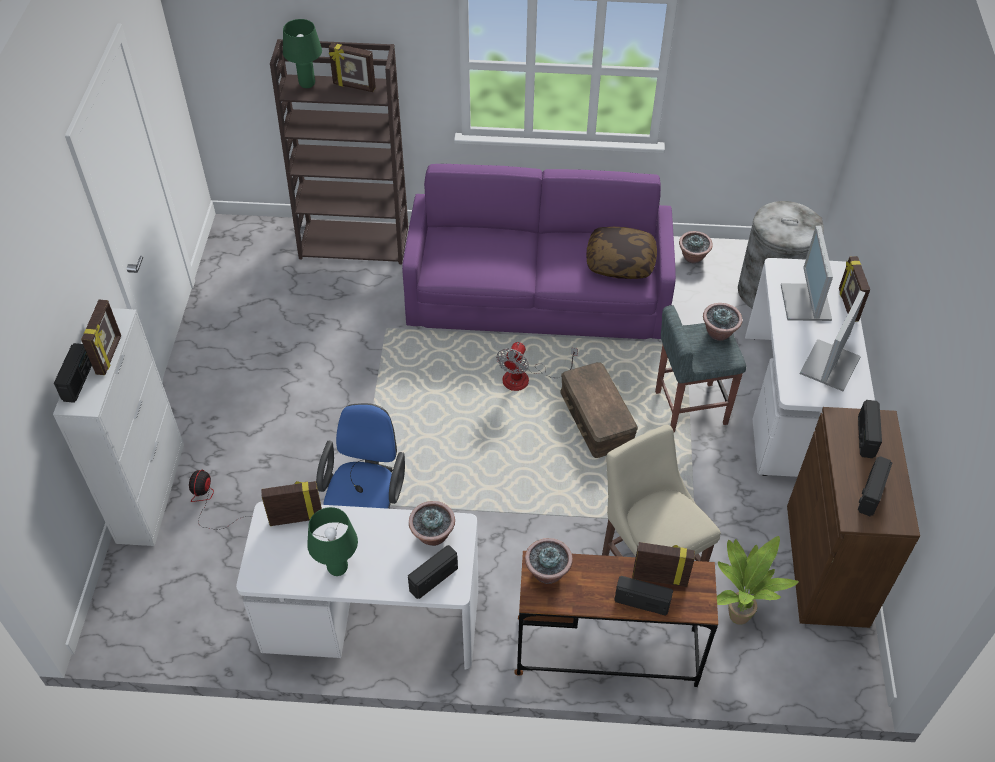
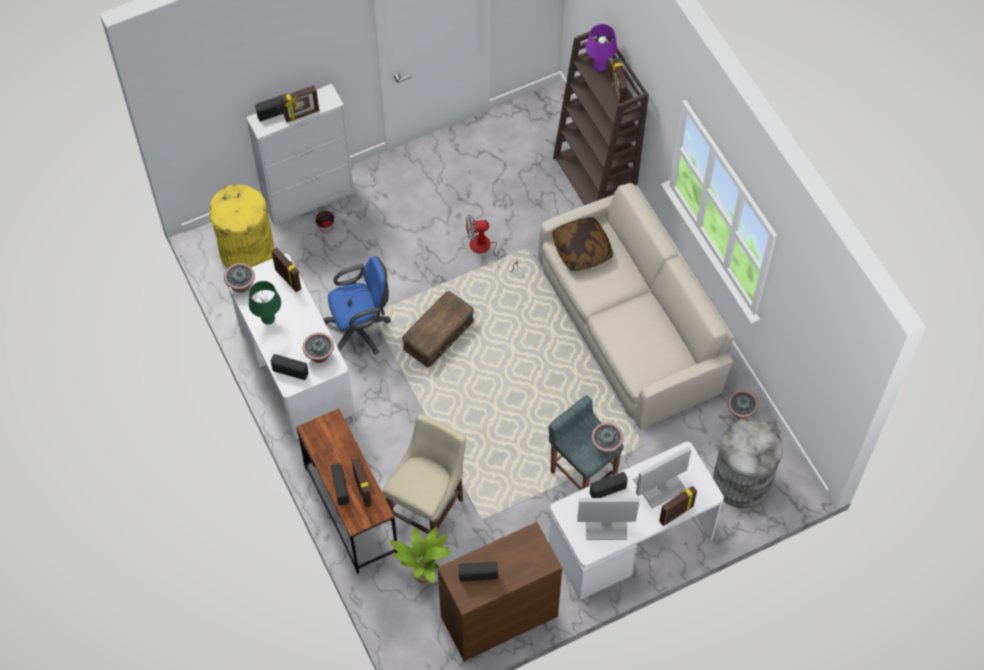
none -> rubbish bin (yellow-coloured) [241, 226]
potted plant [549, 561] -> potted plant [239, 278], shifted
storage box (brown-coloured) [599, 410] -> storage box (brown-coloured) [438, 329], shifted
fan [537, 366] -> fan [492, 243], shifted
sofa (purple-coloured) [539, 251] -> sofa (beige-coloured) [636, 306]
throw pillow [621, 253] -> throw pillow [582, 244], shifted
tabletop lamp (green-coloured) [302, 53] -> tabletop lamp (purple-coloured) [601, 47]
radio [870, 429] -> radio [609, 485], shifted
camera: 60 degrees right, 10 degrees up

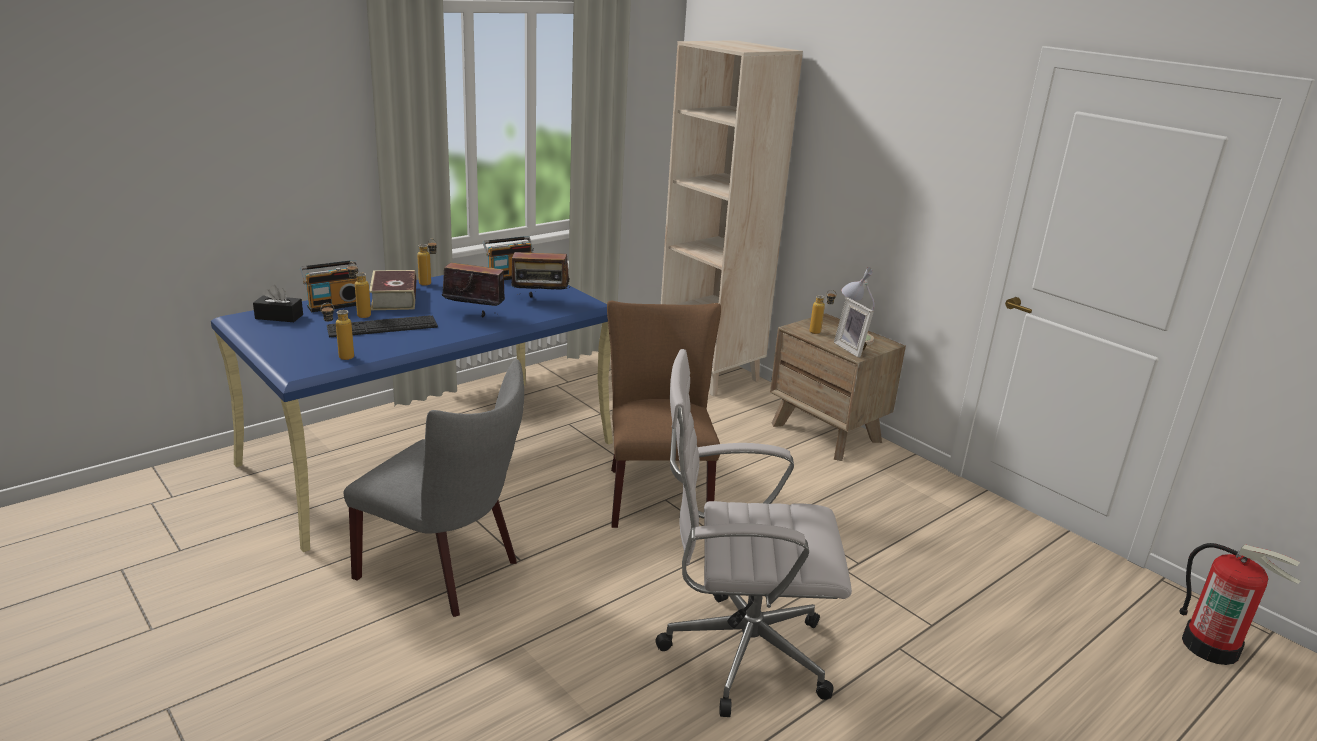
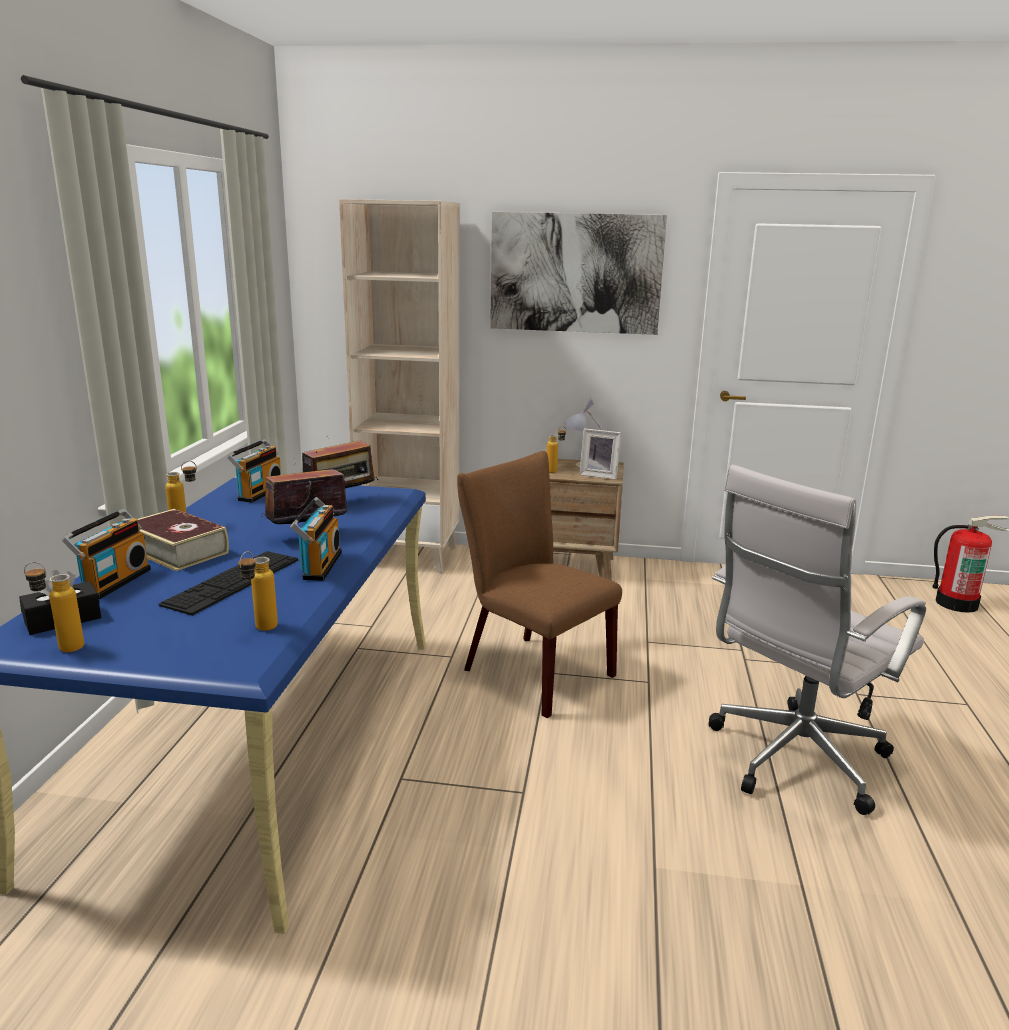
drink bottle [359, 290] -> drink bottle [54, 607], shifted
none -> radio [316, 539]
none -> wall art [578, 273]
plain chair (gray) [434, 488] -> none
camera: 40 degrees left, 5 degrees down

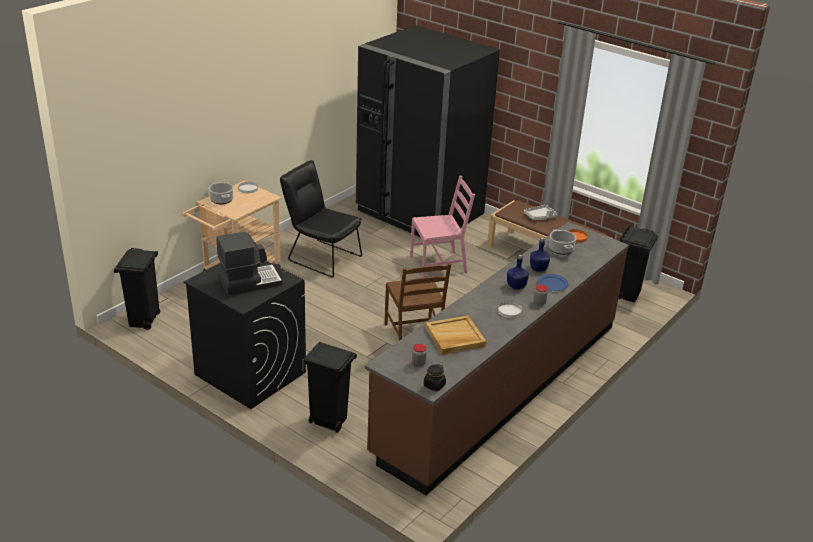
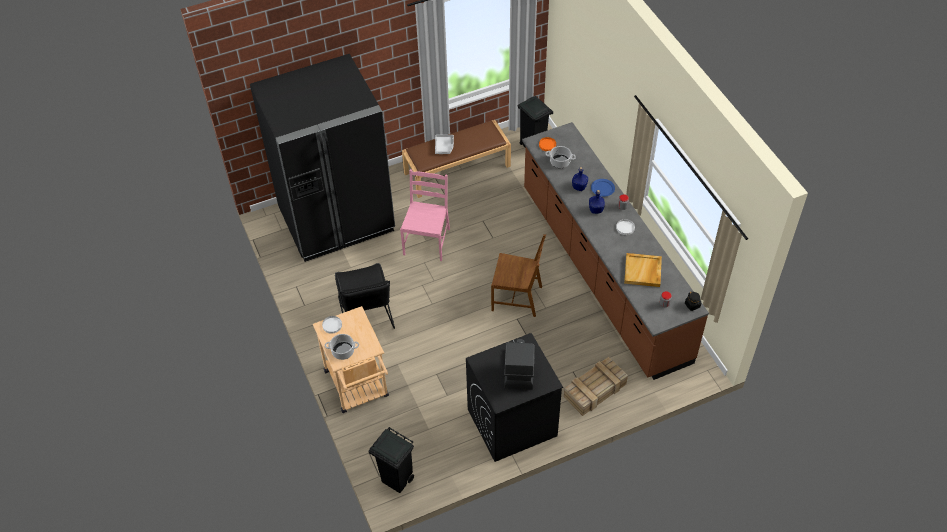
plain chair (blackish) [321, 219] -> plain chair (blackish) [365, 296], 75 degrees counterclockwise
rubbish bin (blackish) [330, 387] -> shipping crate [596, 386]
camera: 60 degrees left, 20 degrees up

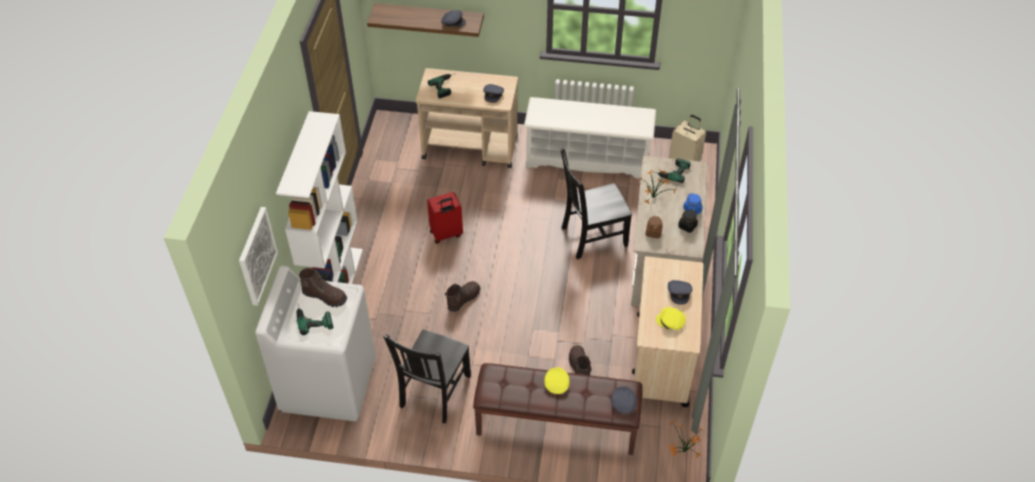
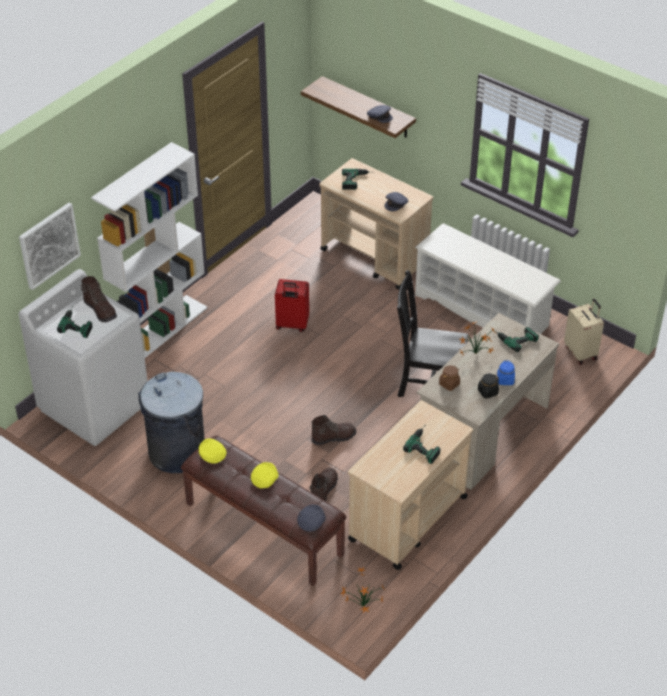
plain chair (blackish) [427, 376] -> rubbish bin (gray) [171, 422]
cap (yellow-coloured) [671, 318] -> cap (yellow-coloured) [213, 451], shifted
boot (brown-coloured) [463, 296] -> boot (brown-coloured) [334, 430], shifted
cap (gray) [680, 292] -> drill [421, 445]
camera: 30 degrees right, 5 degrees down

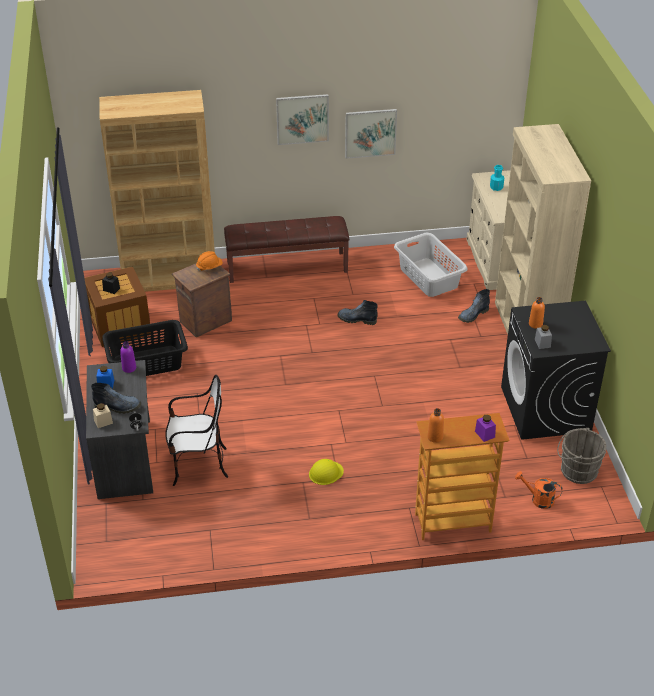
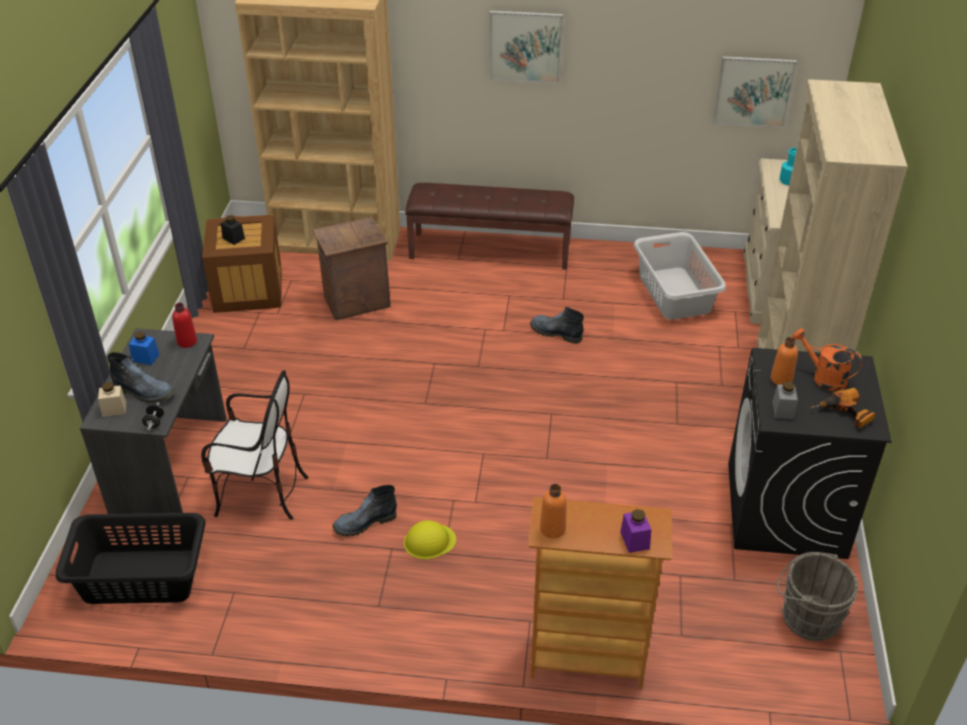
washing basket (blackish) [145, 348] -> washing basket (blackish) [131, 558], shifted
drink bottle (purple-coloured) [128, 357] -> drink bottle (red-coloured) [184, 325]
boot [474, 306] -> boot [364, 510], shifted
wall art [371, 134] -> wall art [755, 92], shifted
sprinkling can (orange) [539, 490] -> sprinkling can (orange) [827, 359], shifted
none -> drill [843, 408]
safety helmet (orange) [209, 261] -> none
camera: 15 degrees right, 0 degrees up

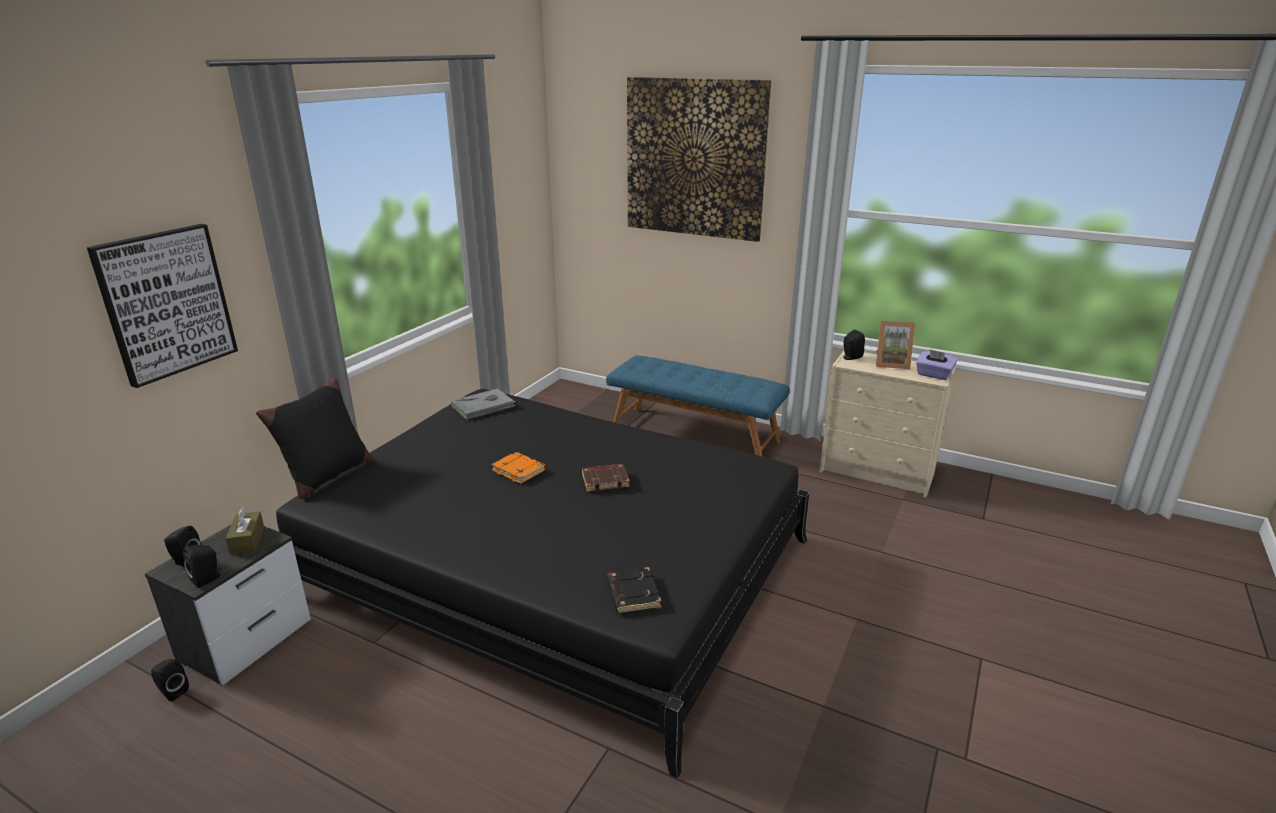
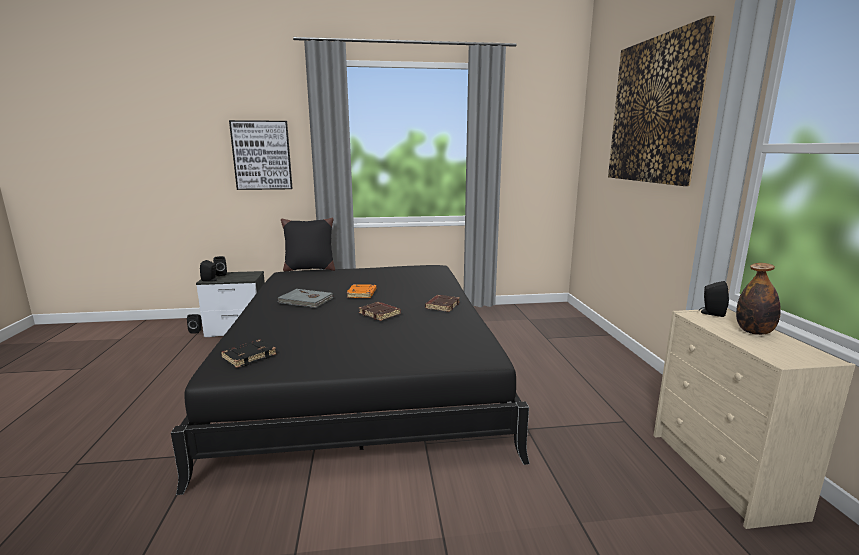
book (gray) [483, 404] -> book (gray) [305, 298], shifted
none -> book (brown-coloured) [442, 303]
photo frame [895, 345] -> drink bottle [758, 299]
tissue holder (brown-coloured) [244, 531] -> none
long seat (bluish) [698, 405] -> none
tissue holder (purple-coloured) [937, 364] -> none
camera: 55 degrees right, 10 degrees down

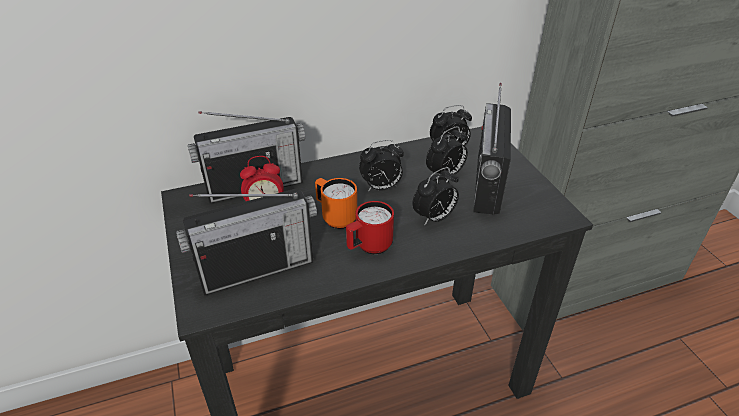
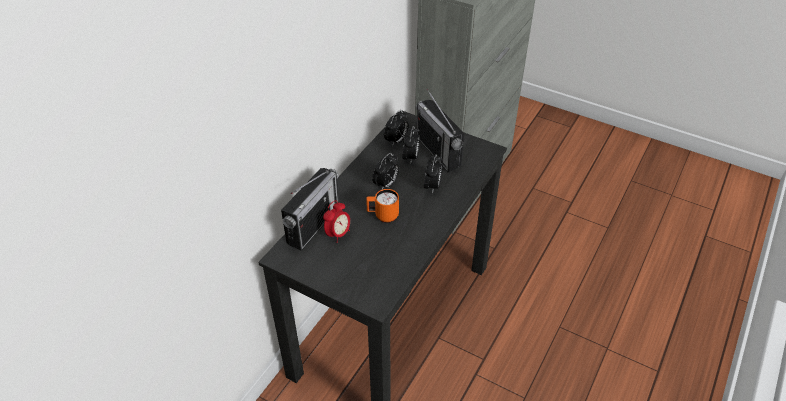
radio [246, 242] -> none
tea mug (red-coloured) [370, 227] -> none
camera: 40 degrees left, 5 degrees up

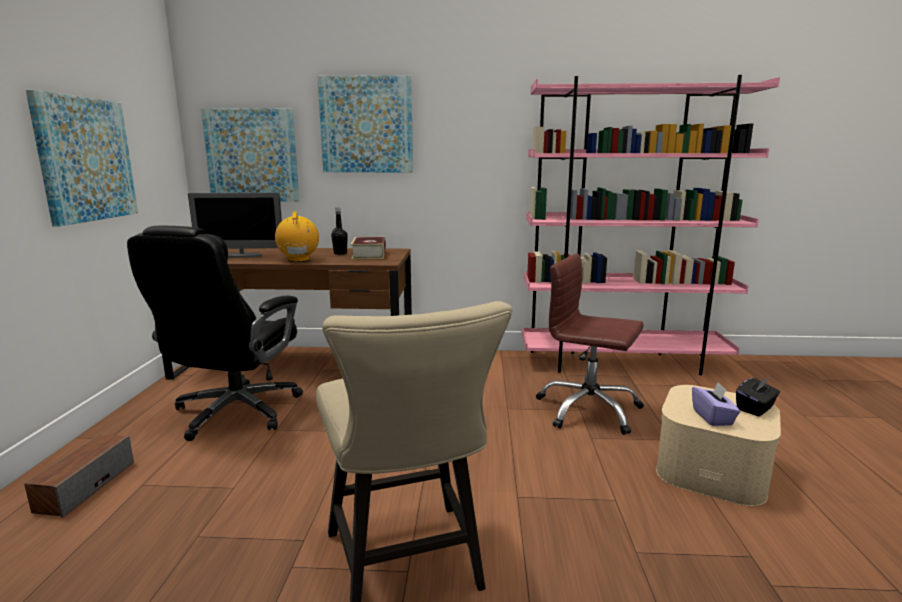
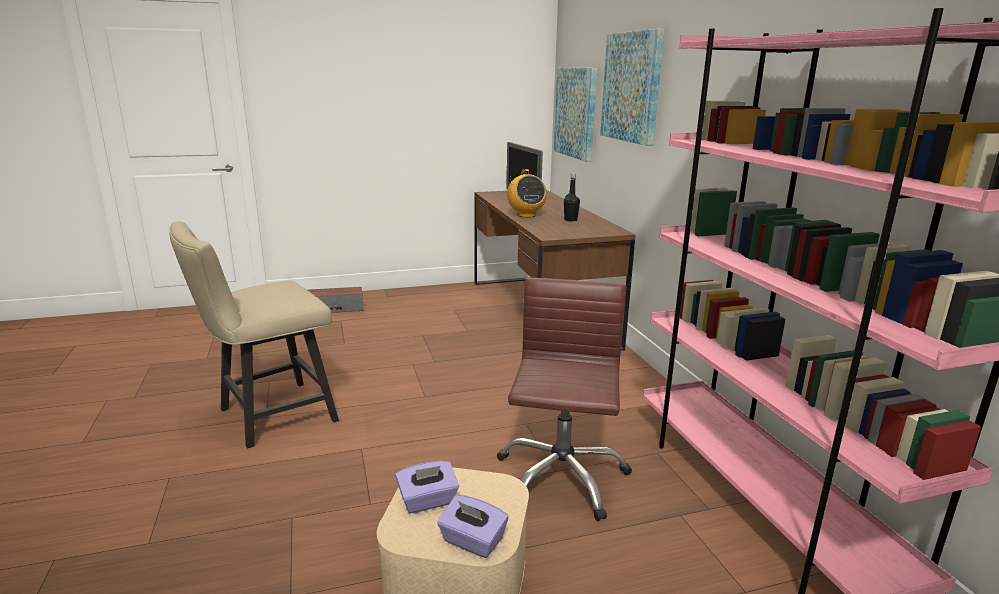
tissue holder (blackish) [758, 396] -> tissue holder (purple-coloured) [472, 526]
radio [297, 236] -> radio [527, 193], 105 degrees clockwise
wall art [82, 158] -> none
computer chair (blackish) [215, 333] -> none
book [368, 248] -> none
camera: 70 degrees right, 5 degrees up

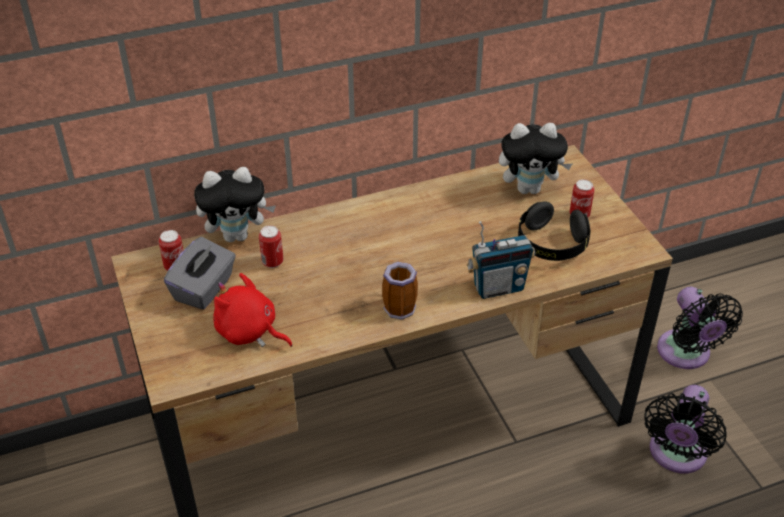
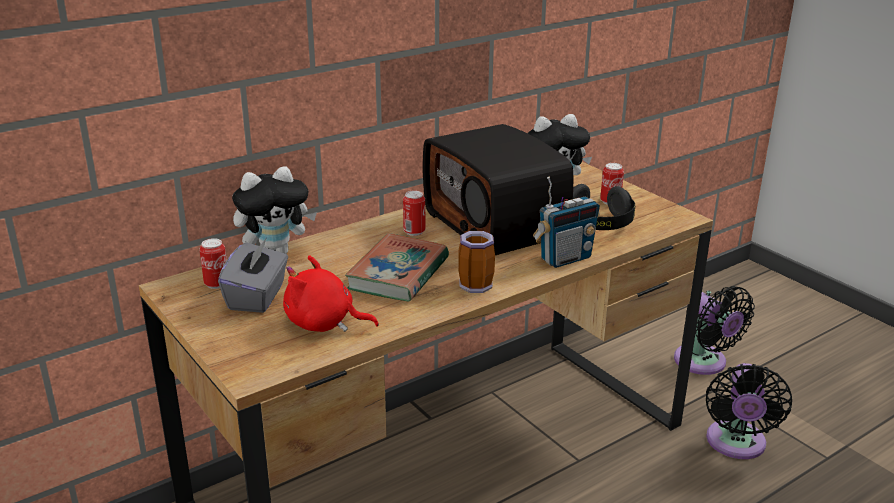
none -> book [397, 267]
sealed can [271, 246] -> sealed can [414, 213], shifted
none -> radio [498, 189]
camera: 15 degrees left, 15 degrees down

